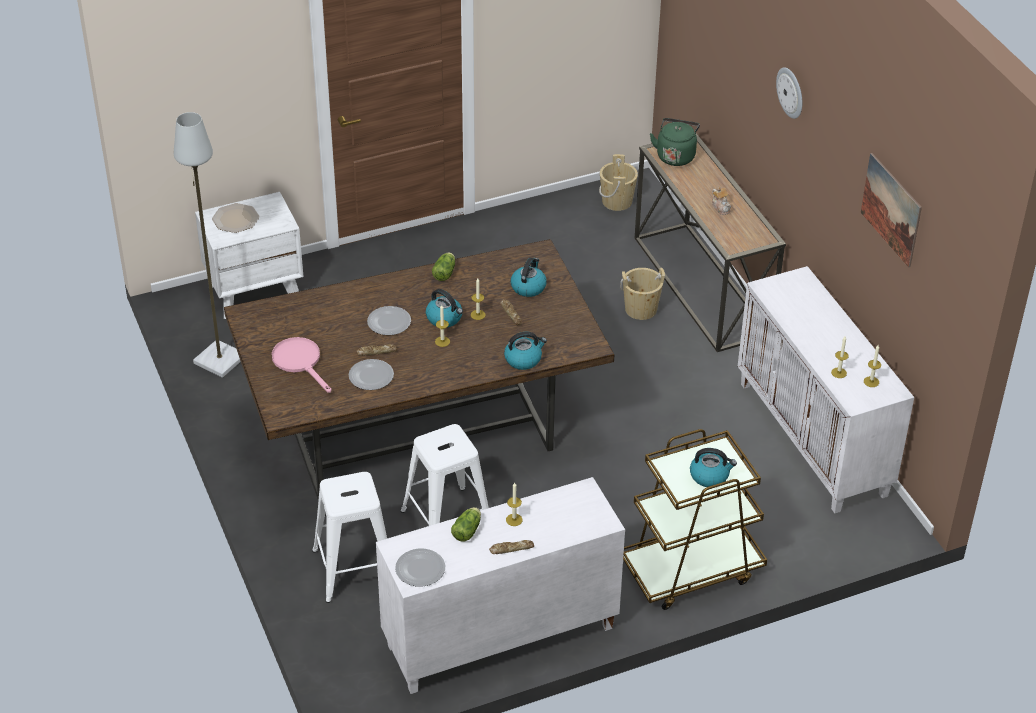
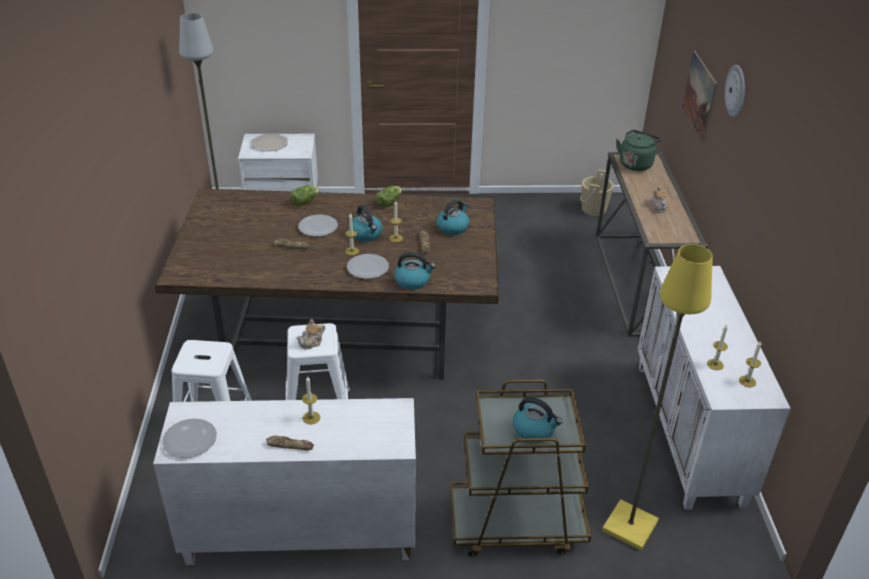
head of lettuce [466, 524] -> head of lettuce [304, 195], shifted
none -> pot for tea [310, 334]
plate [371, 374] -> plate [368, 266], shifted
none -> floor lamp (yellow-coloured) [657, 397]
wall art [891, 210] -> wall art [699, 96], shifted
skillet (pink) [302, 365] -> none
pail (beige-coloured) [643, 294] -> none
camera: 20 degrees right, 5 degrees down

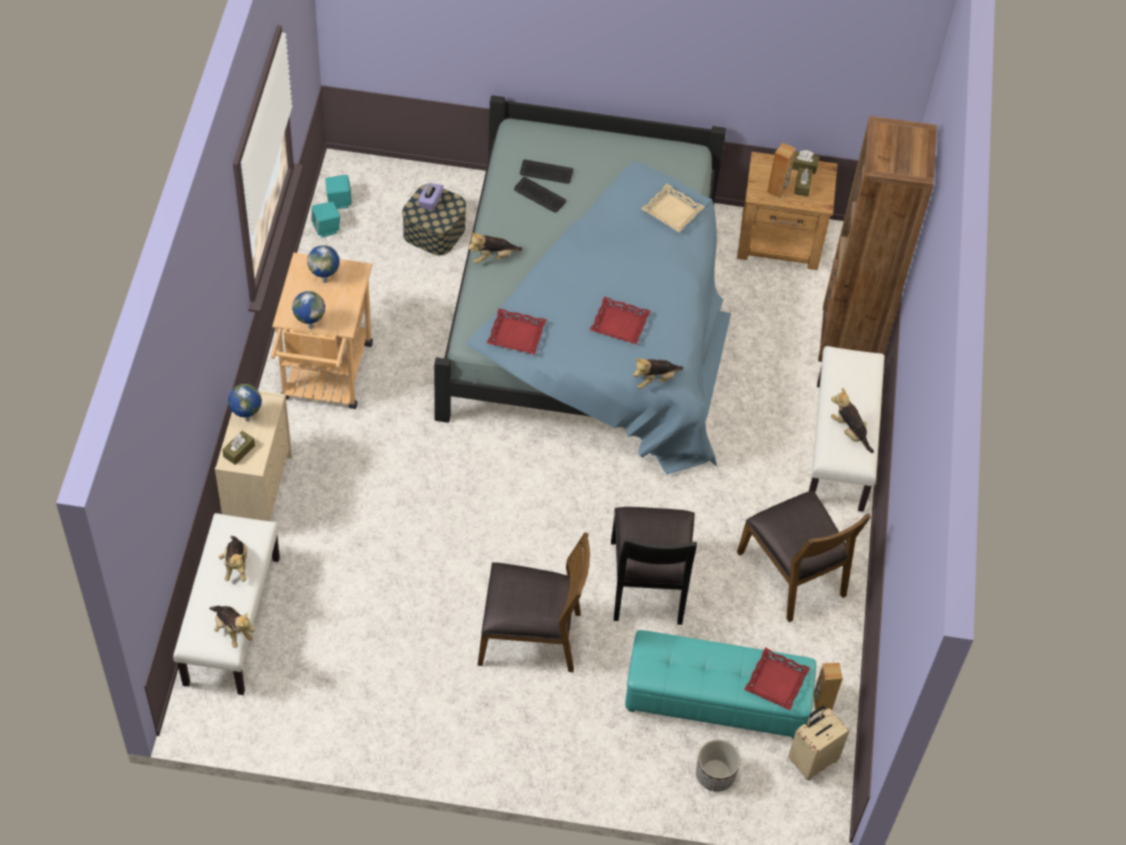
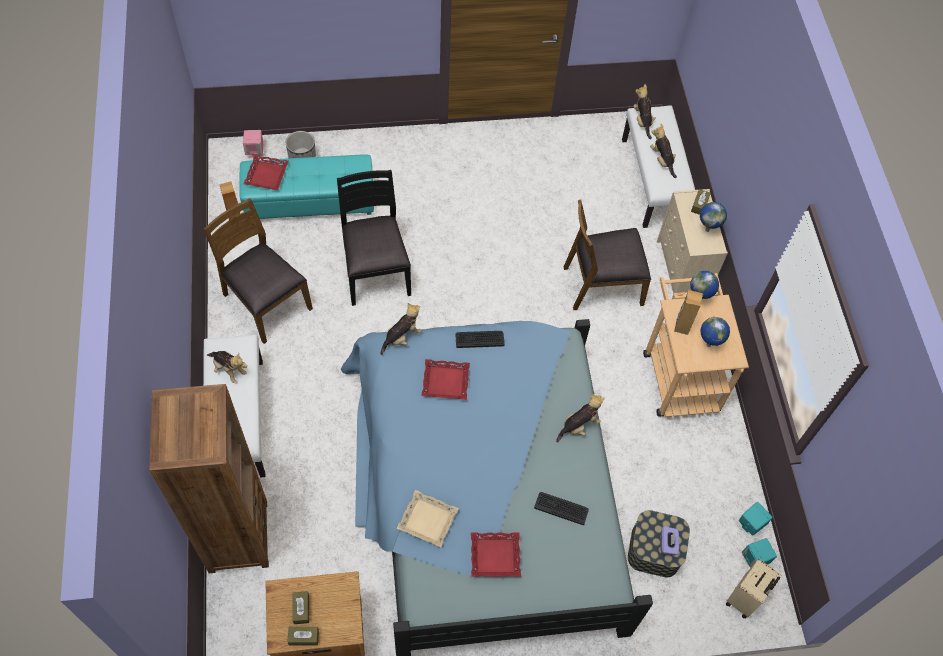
none -> audio speaker (pink) [253, 143]
PC keyboard [546, 171] -> PC keyboard [480, 339], shifted
carrying tray (red-coloured) [517, 331] -> carrying tray (red-coloured) [496, 555], shifted
plain chair (brown-coloured) [534, 602] -> plain chair (brown-coloured) [607, 255], shifted
soft toy [232, 627] -> soft toy [645, 112], 45 degrees clockwise
audio speaker (brown-coloured) [781, 170] -> audio speaker (brown-coloured) [688, 312], shifted
piece of luggage (beige-coloured) [818, 743] -> piece of luggage (beige-coloured) [753, 589], shifted
camera: 165 degrees right, 5 degrees up

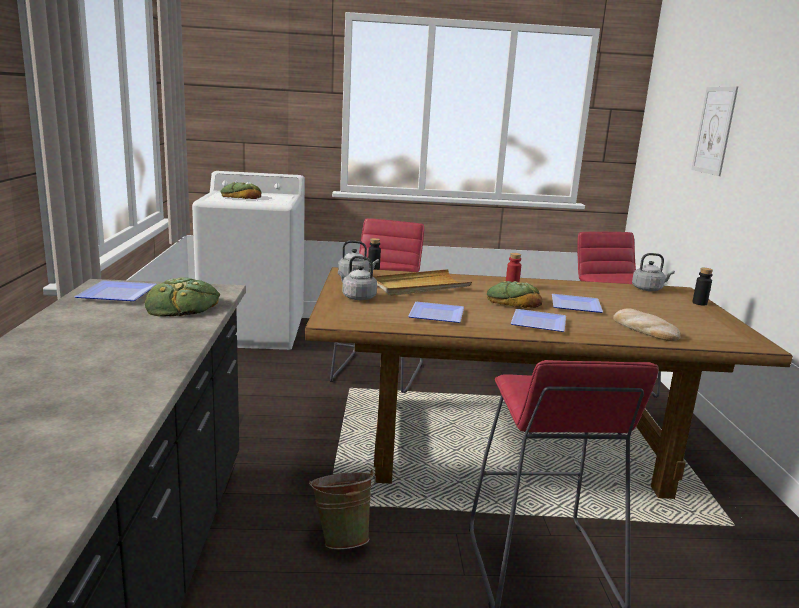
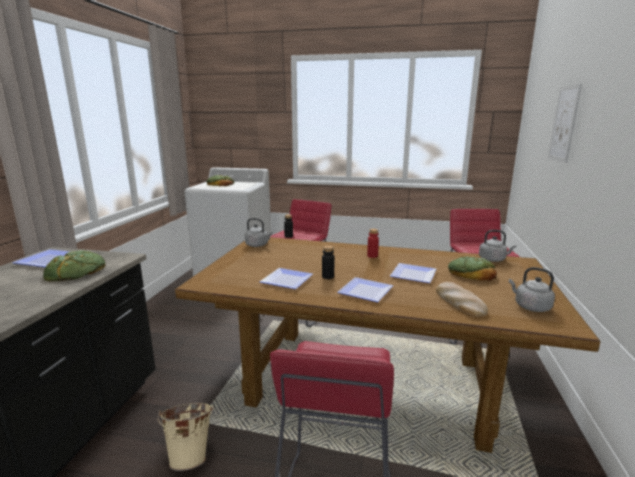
pail (green-coloured) [342, 509] -> pail (beige-coloured) [185, 437]
drink bottle (blackish) [702, 286] -> drink bottle (blackish) [328, 262], shifted
baked bread [514, 294] -> baked bread [472, 268], shifted
water kettle (gray) [357, 278] -> water kettle (gray) [532, 289], shifted
carrying tray (beige-coloured) [422, 282] -> none
camera: 15 degrees right, 0 degrees up

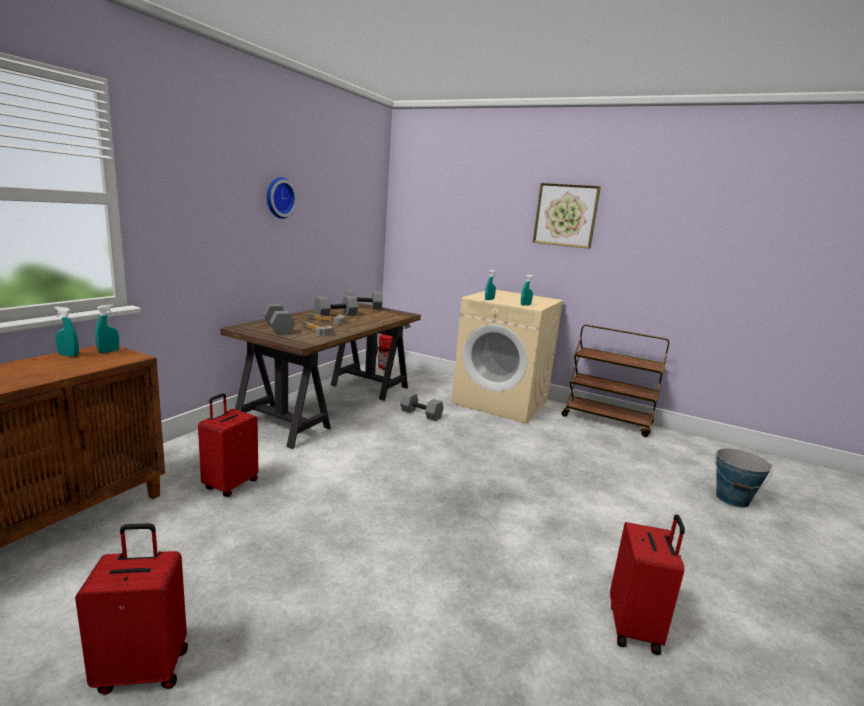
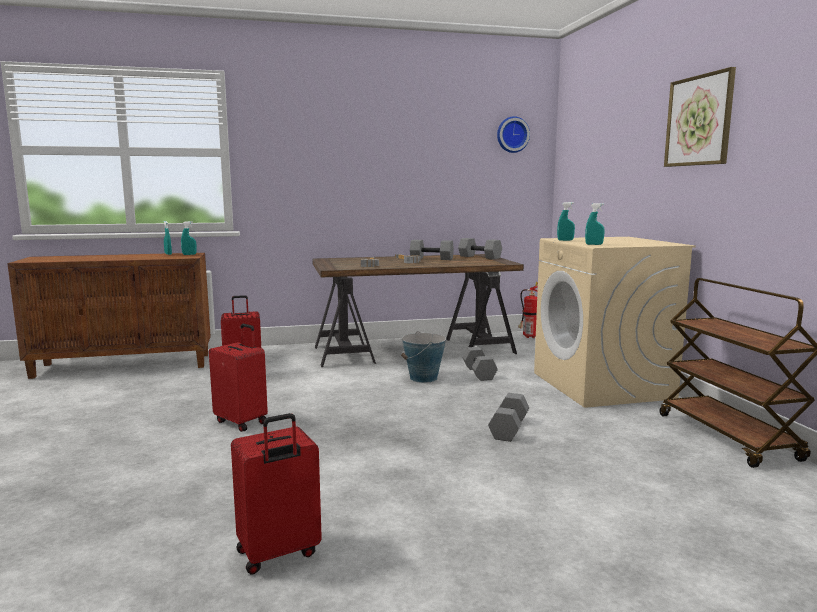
piece of luggage (red-coloured) [131, 609] -> piece of luggage (red-coloured) [238, 378], shifted
pail [744, 478] -> pail [423, 357], shifted
dumbbell (gray) [279, 319] -> dumbbell (gray) [508, 417], shifted
hanging clock [282, 198] -> hanging clock [513, 134], shifted
camera: 50 degrees right, 5 degrees down

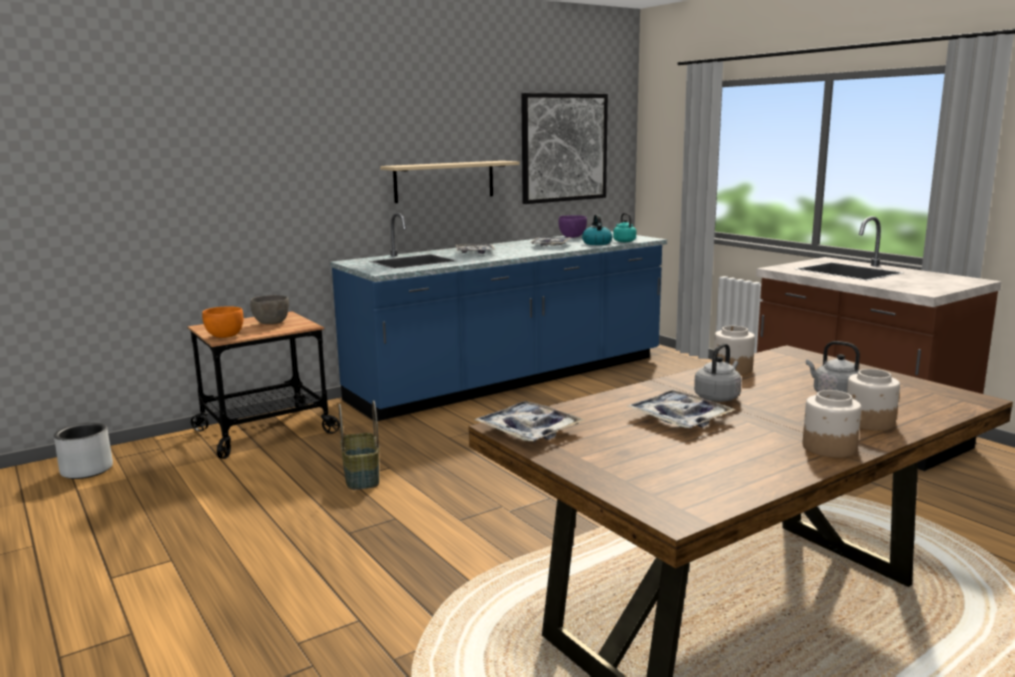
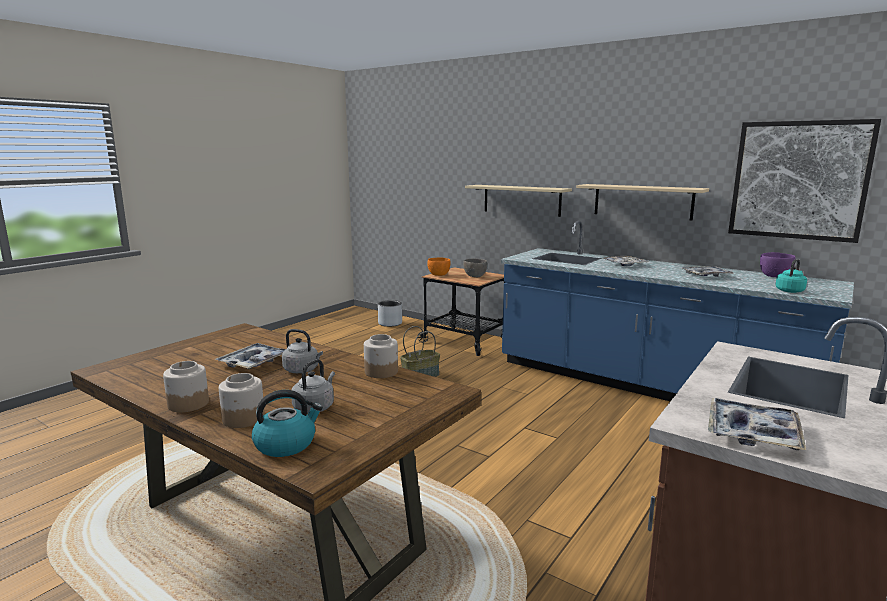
water kettle [597, 229] -> water kettle [287, 423], shifted
none -> wall shelf (beige-coloured) [518, 201]
carrying tray [529, 421] -> carrying tray [757, 424], shifted
camera: 70 degrees right, 0 degrees up

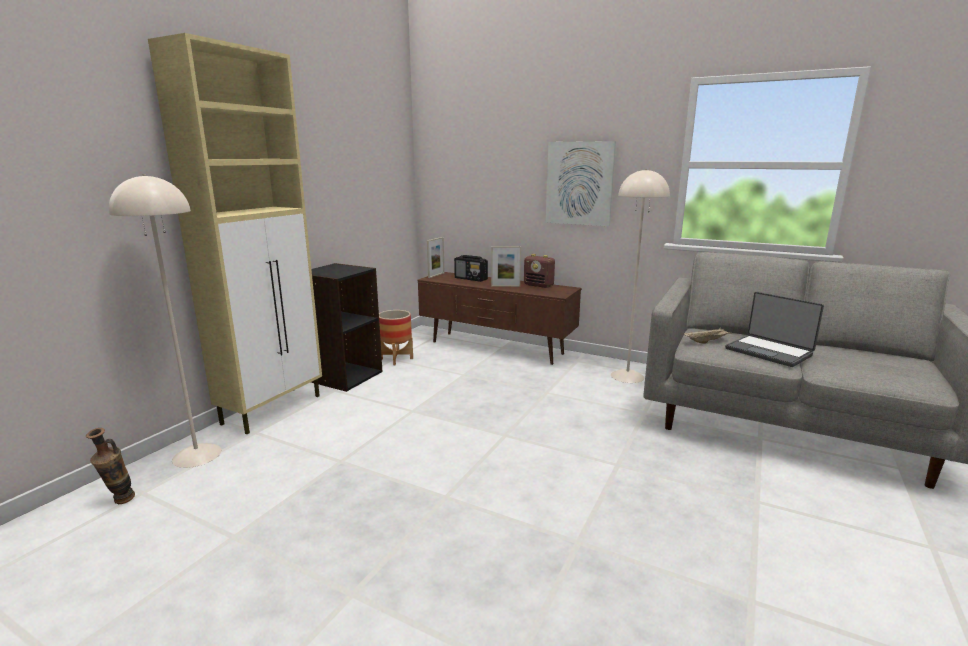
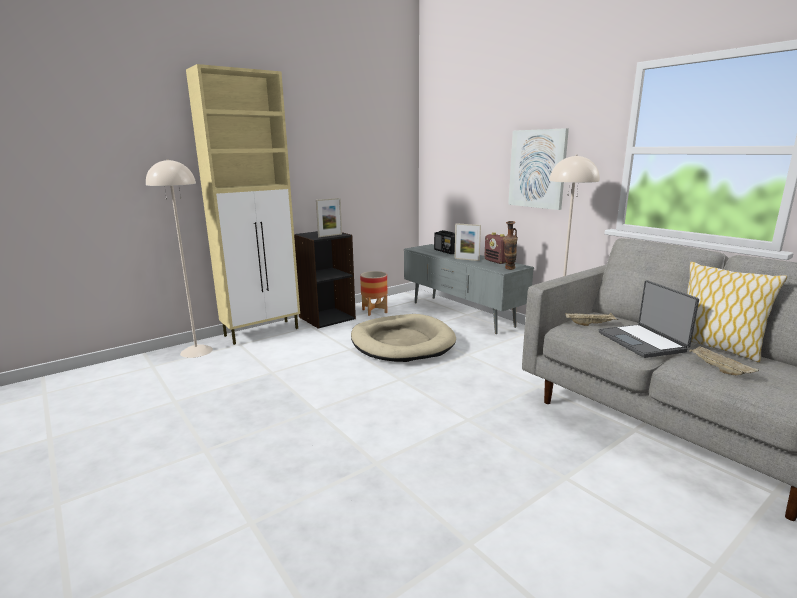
photo frame [435, 257] -> photo frame [329, 217], shifted
none -> pet bed (beige-coloured) [403, 338]
media console (brown-coloured) [500, 318] -> media console (gray) [469, 289]
decorative vase [110, 466] -> decorative vase [510, 245], shifted
none -> throw pillow [737, 312]
none -> carrying tray (beige-coloured) [724, 360]
camera: 25 degrees right, 0 degrees up

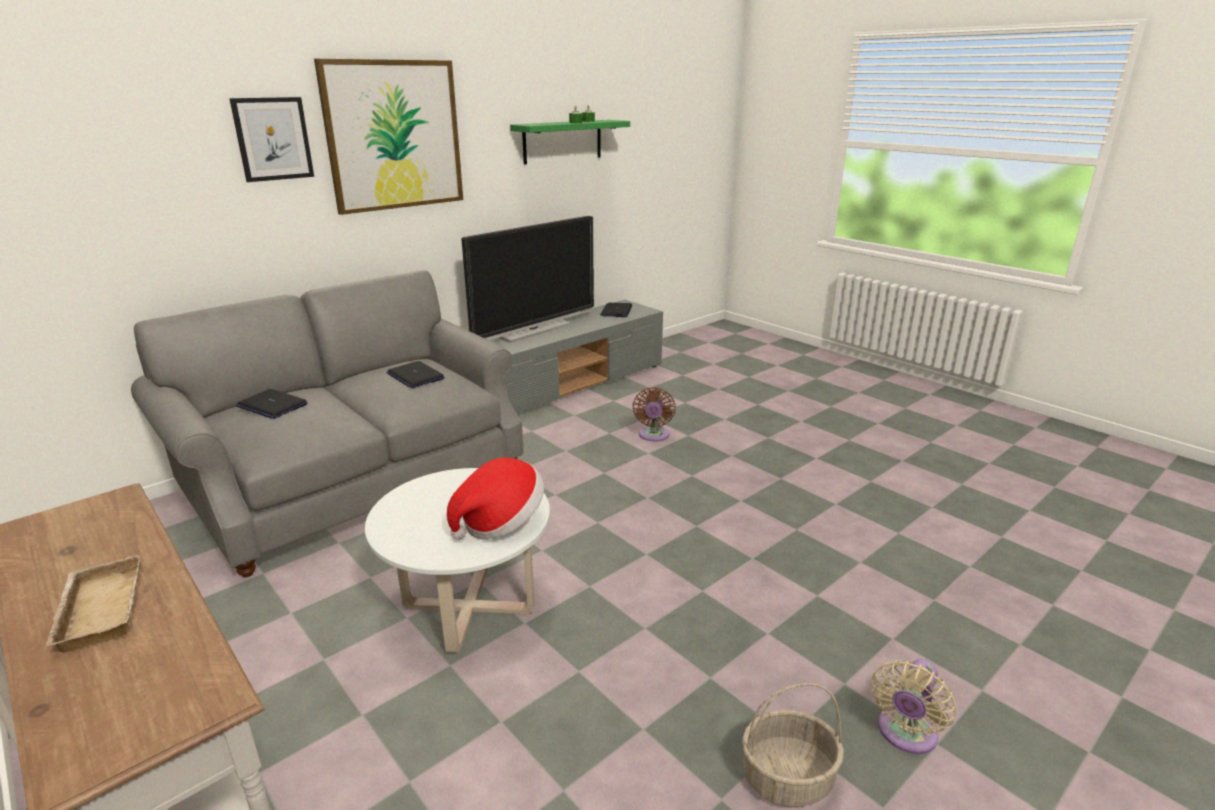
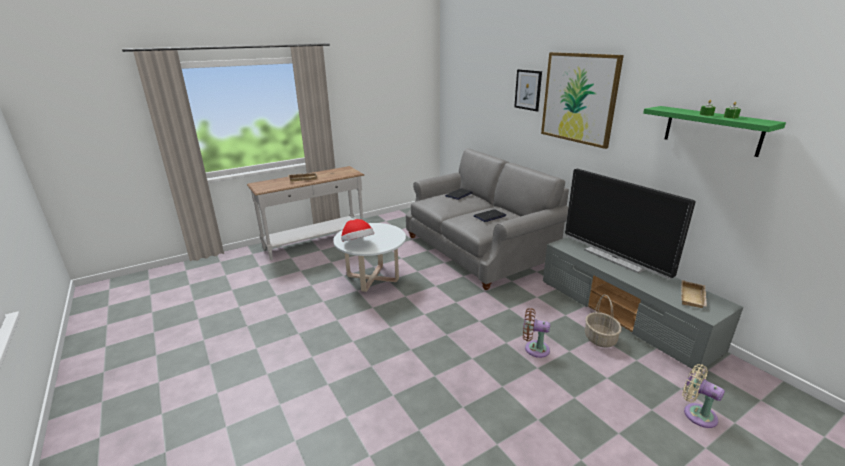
basket [793, 745] -> basket [603, 321], shifted
portable computer [616, 310] -> carrying tray (beige-coloured) [694, 294]
fan (beige-coloured) [913, 706] -> fan (beige-coloured) [703, 396], shifted
camera: 100 degrees right, 0 degrees up

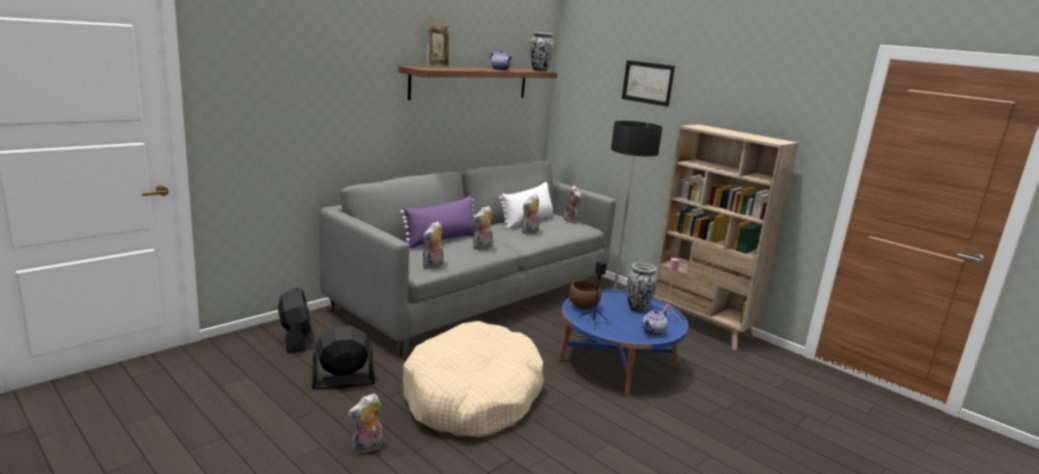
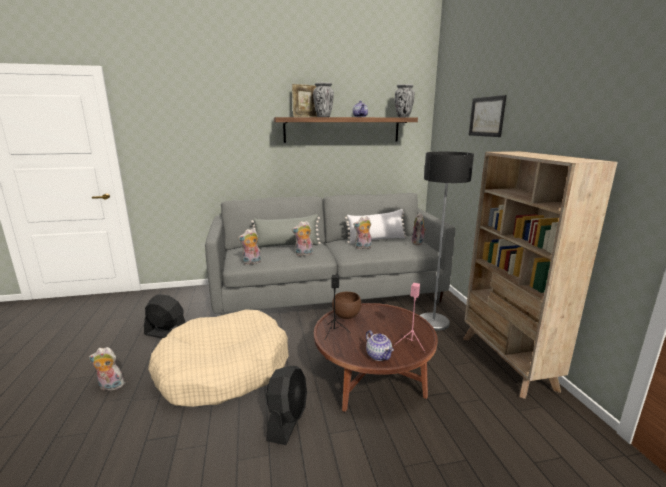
throw pillow (purple-coloured) [437, 222] -> throw pillow (gray) [286, 231]
fan (blackish) [295, 320] -> fan (blackish) [286, 405], shifted
decorative vase [642, 287] -> decorative vase [323, 99], shifted
lounge table (bluish) [623, 343] -> lounge table (brown-coloured) [376, 357]
pot for tea [655, 323] -> pot for tea [380, 345], 105 degrees counterclockwise
camera: 35 degrees right, 0 degrees up

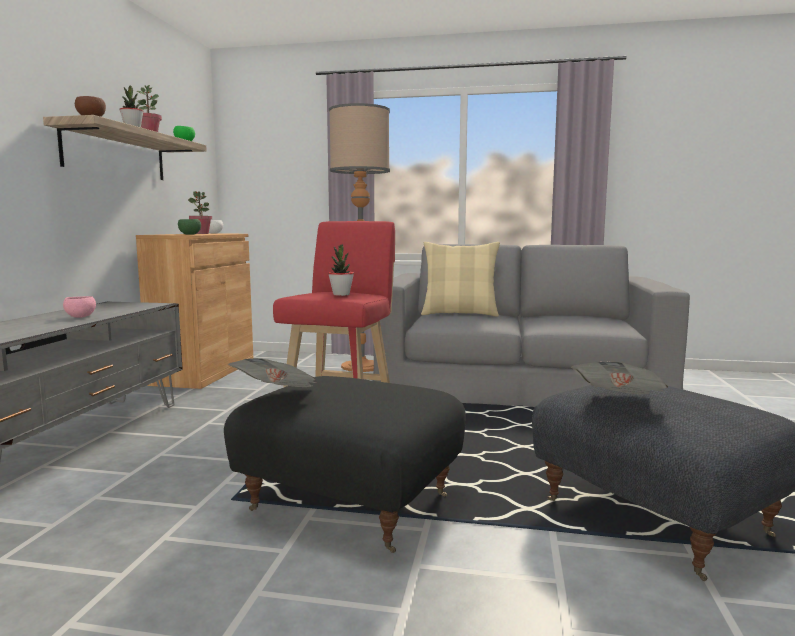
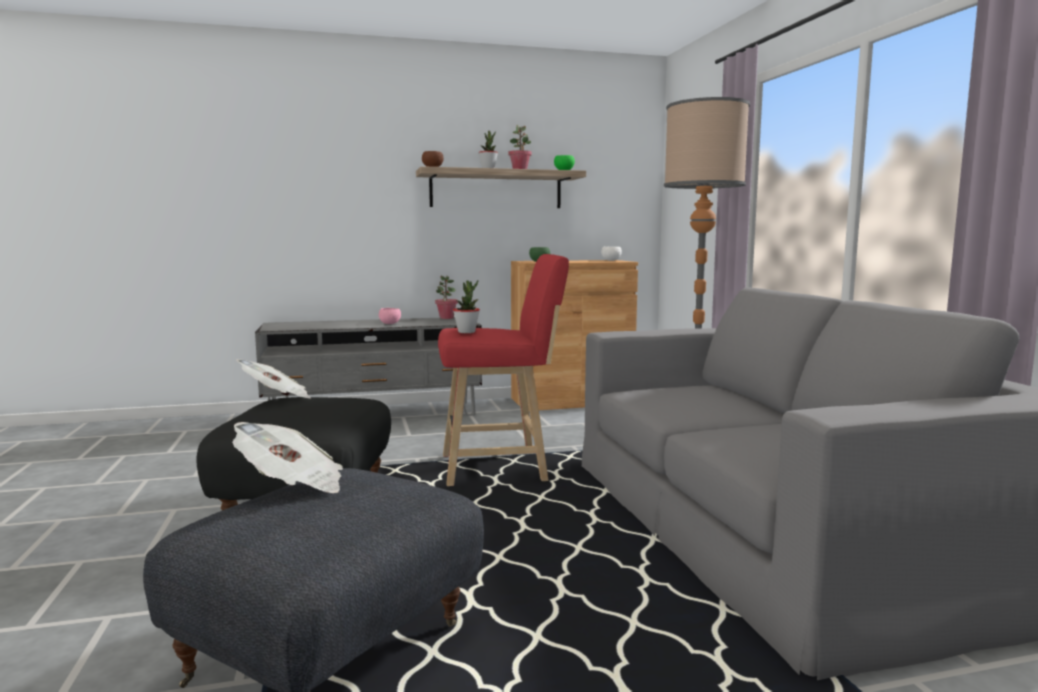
potted plant [200, 212] -> potted plant [446, 297], shifted
throw pillow (beige-coloured) [460, 279] -> none
camera: 65 degrees right, 0 degrees up

